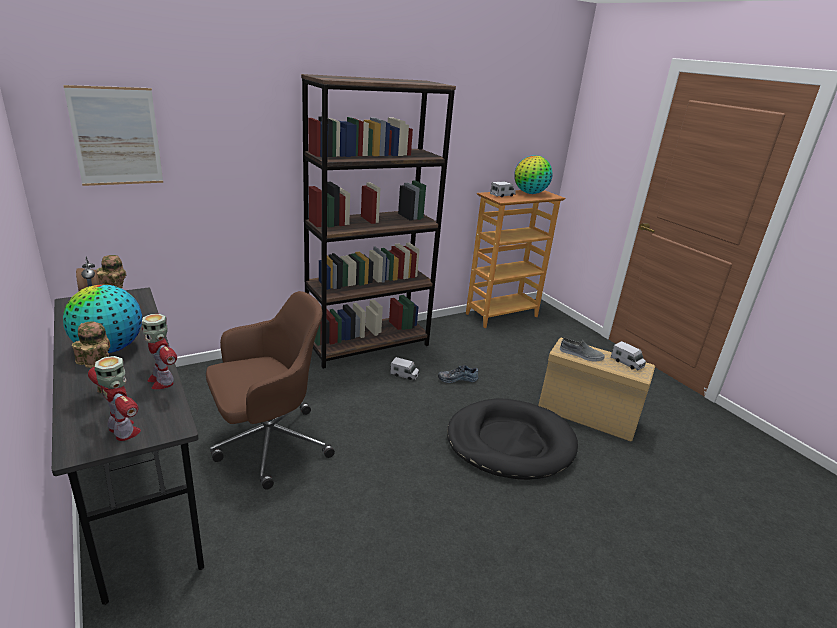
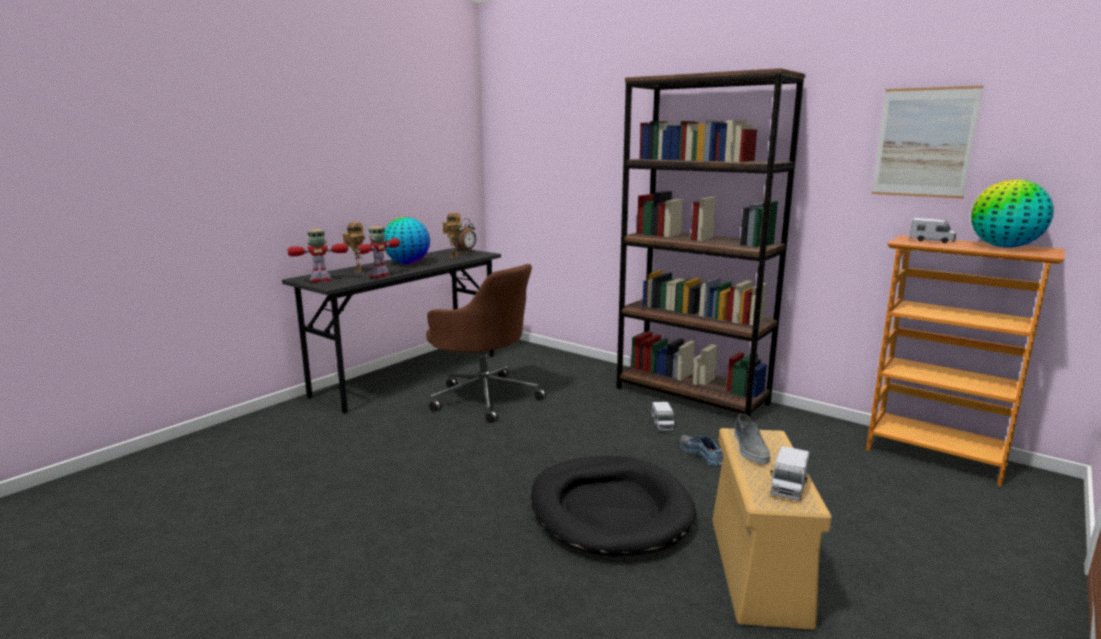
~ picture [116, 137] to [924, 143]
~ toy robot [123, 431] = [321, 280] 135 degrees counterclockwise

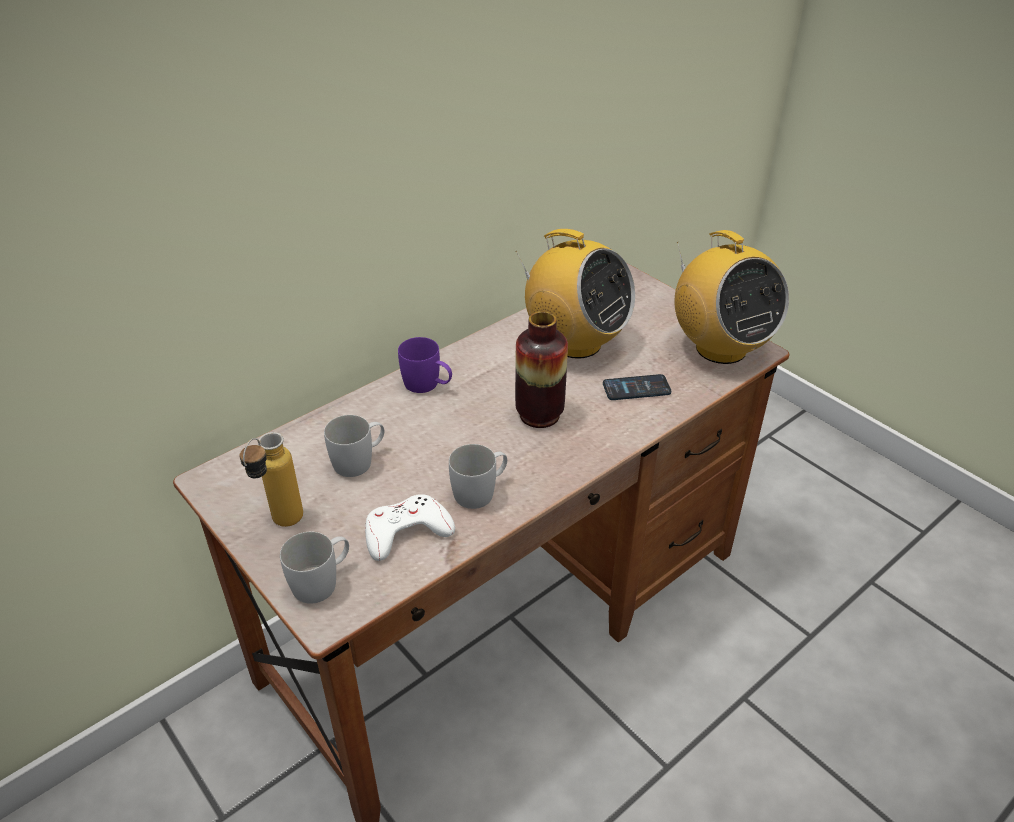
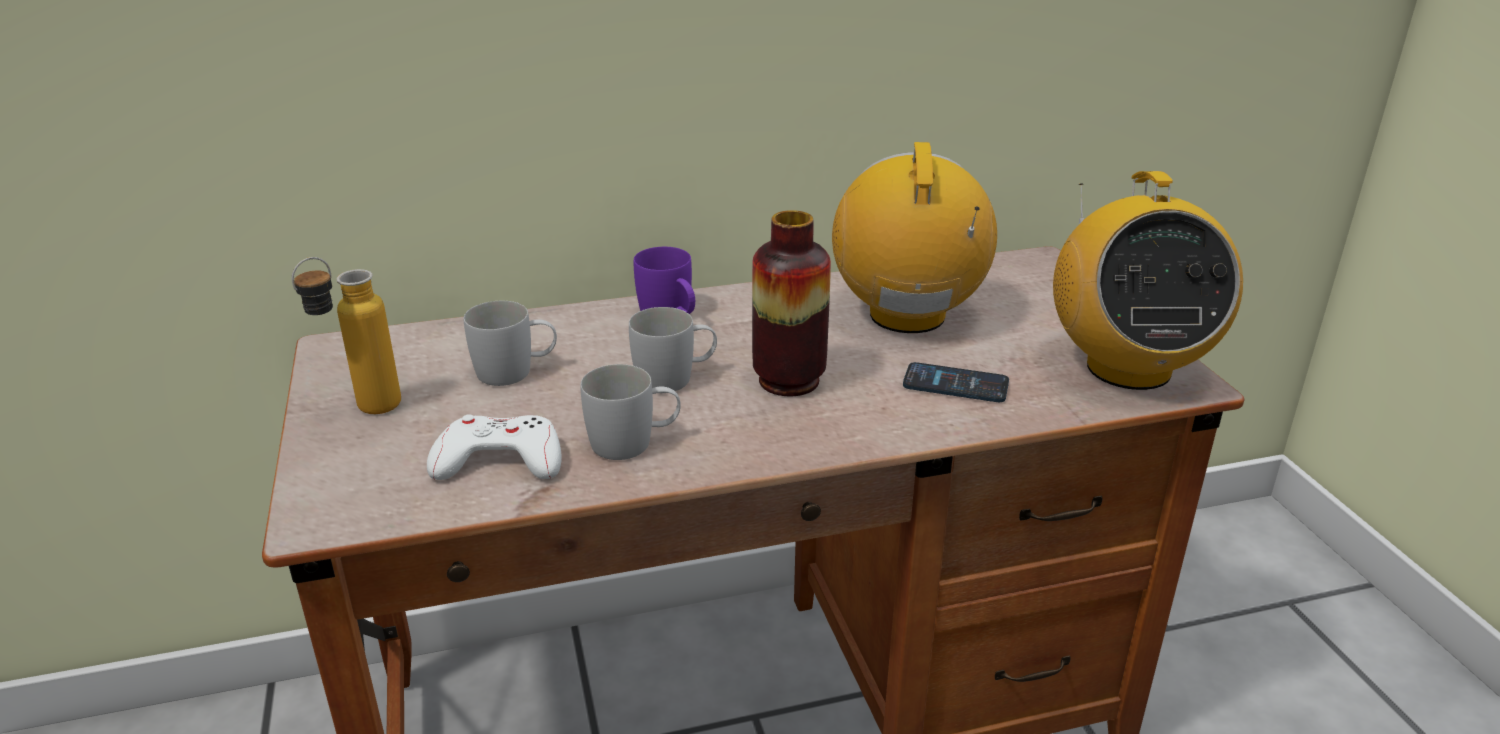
~ radio [575, 343] = [908, 316] 150 degrees counterclockwise
~ white mug [322, 581] to [675, 378]

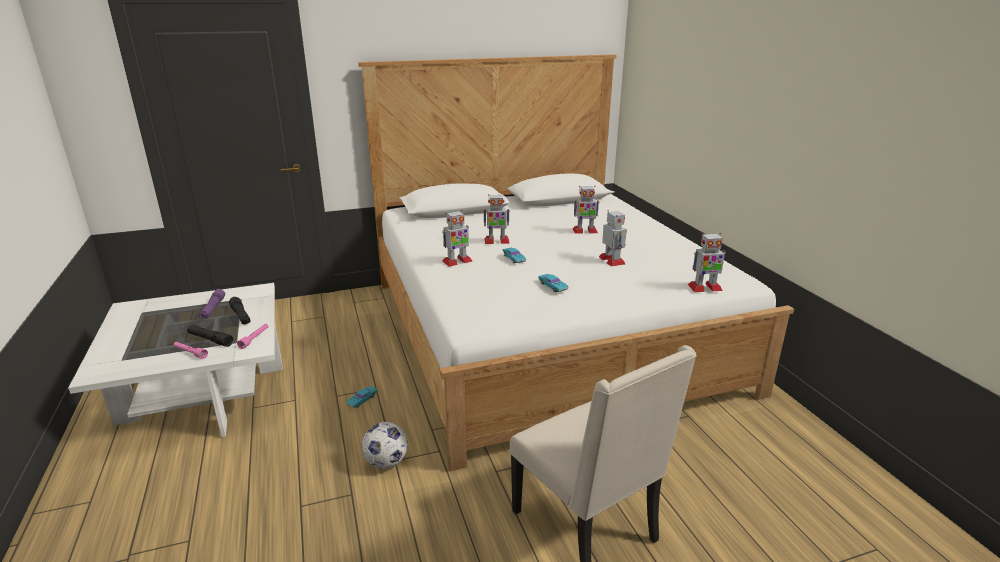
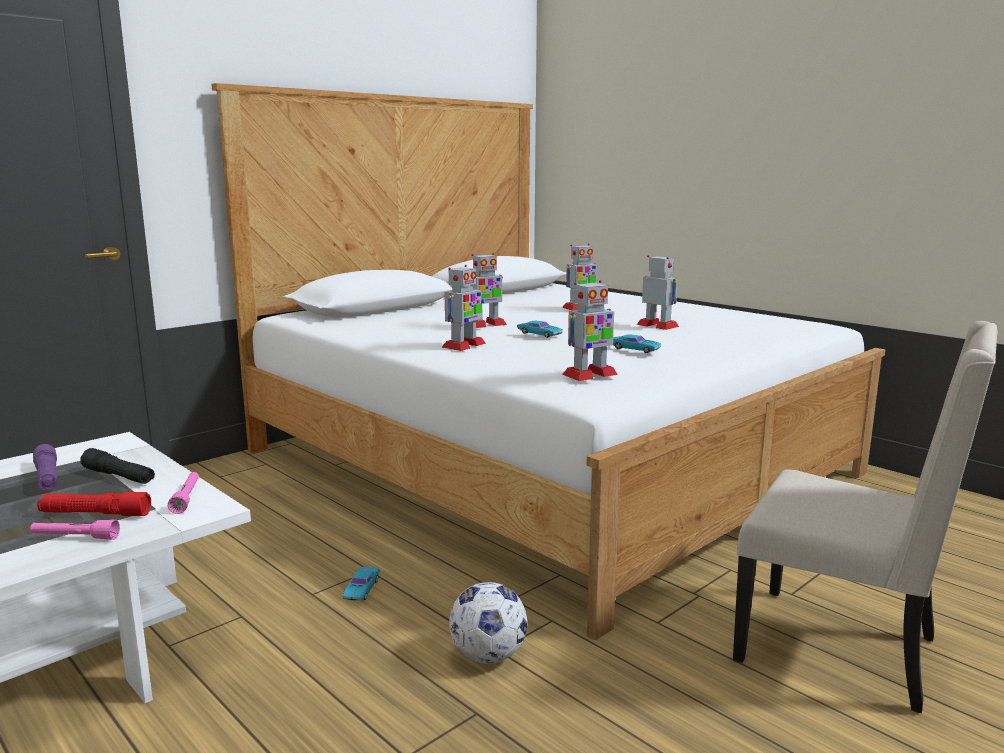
~ toy robot [704, 288] to [589, 375]
~ black flashlight [210, 340] to red flashlight [95, 514]

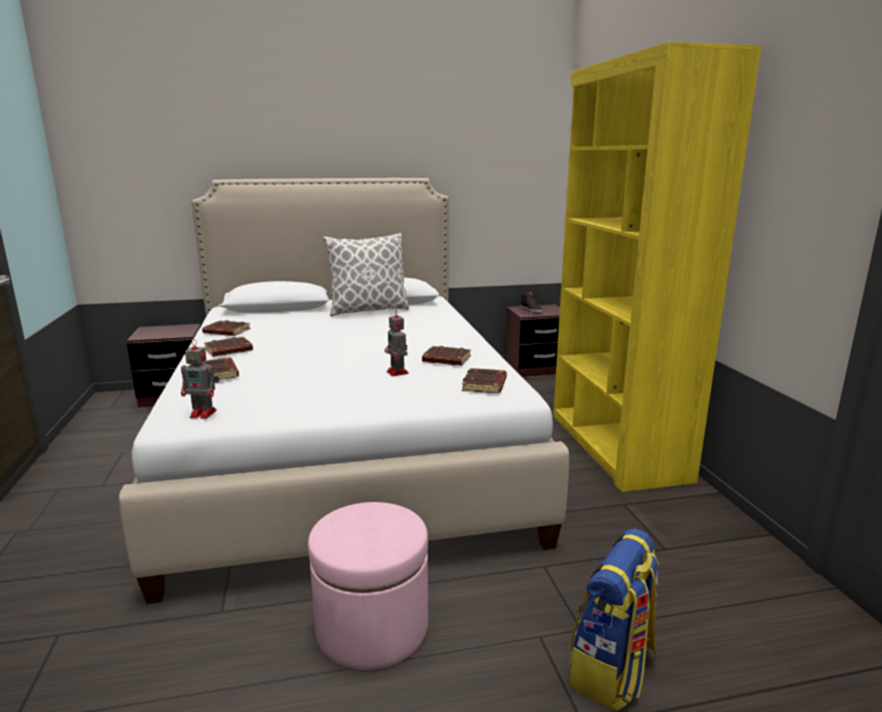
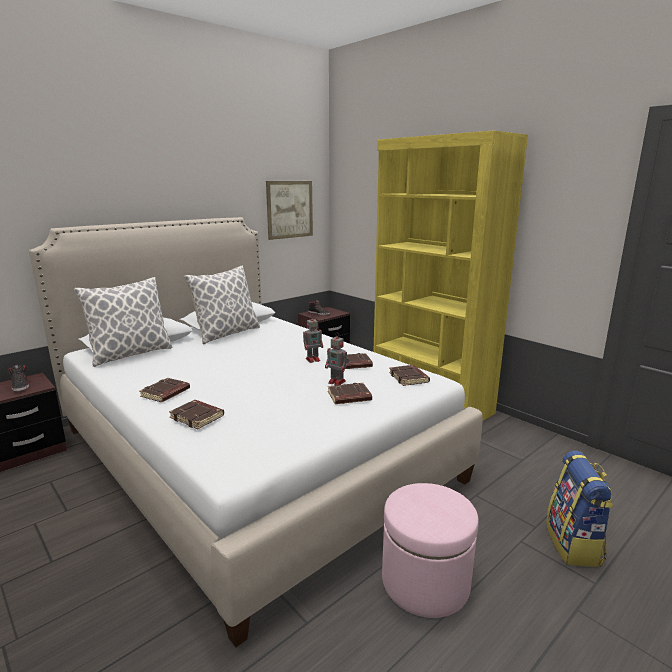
~ brown book [226, 332] to [349, 397]
~ toy robot [204, 414] to [313, 359]
+ picture [289, 209]
+ pillow [130, 354]
+ black shoe [21, 385]

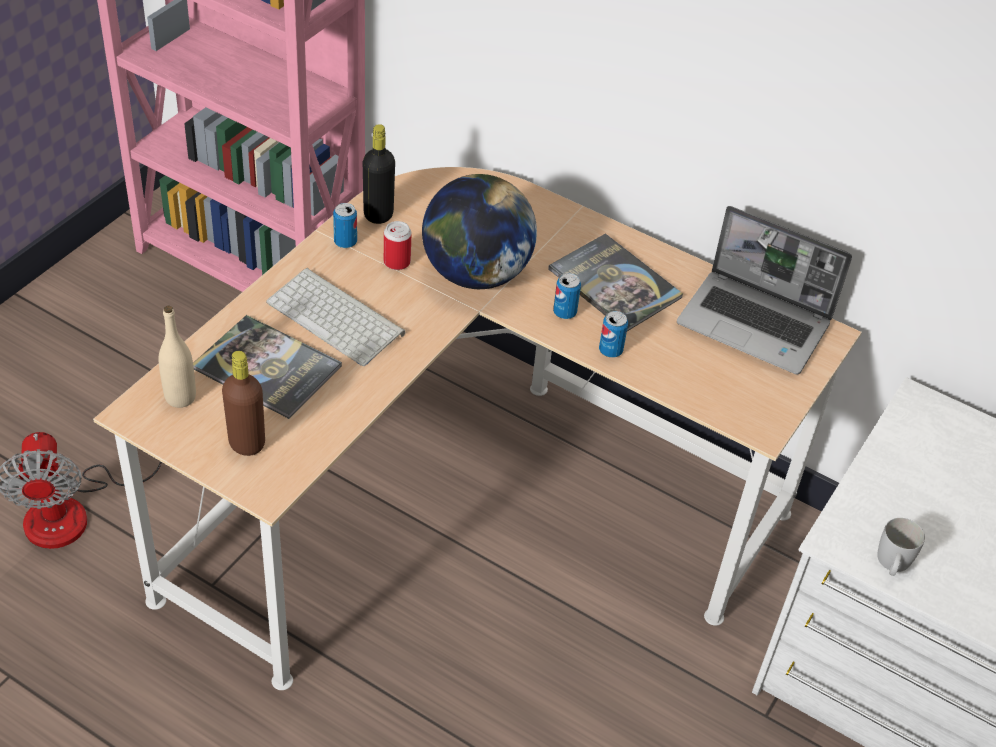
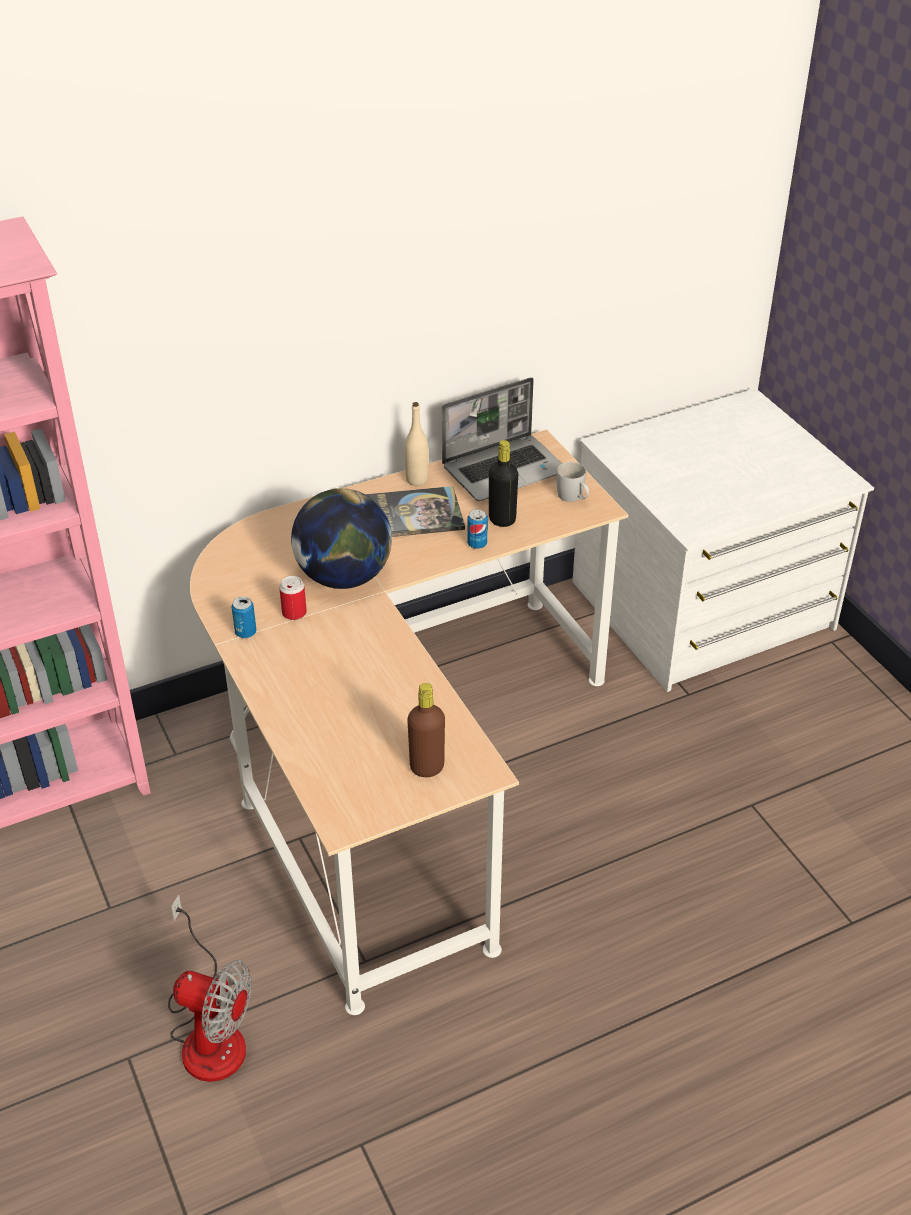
~ black bottle [378, 215] to [502, 519]
- keyboard [338, 317]
- can [564, 312]
~ beige bottle [180, 397] to [417, 480]
- book [267, 368]
~ white mug [892, 564] to [573, 497]

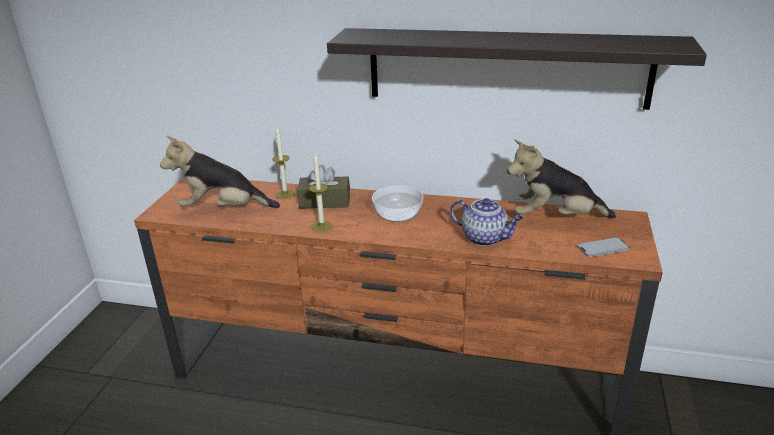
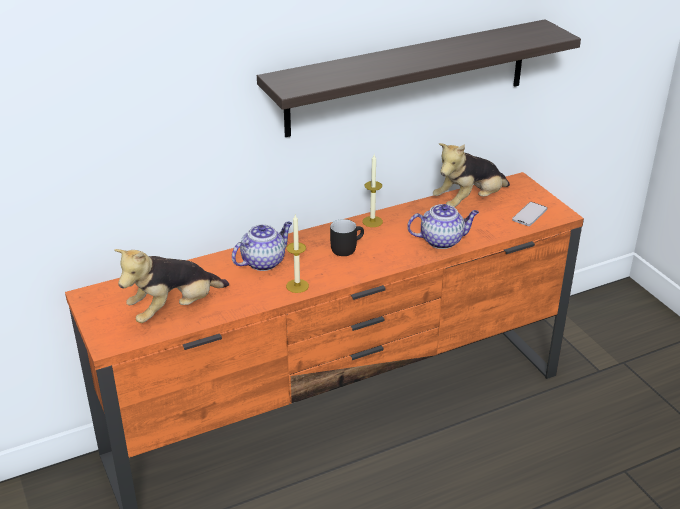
~ candle [285, 194] to [372, 221]
~ brown tissue box [325, 201] to teapot [264, 261]
~ bowl [397, 214] to black mug [346, 248]

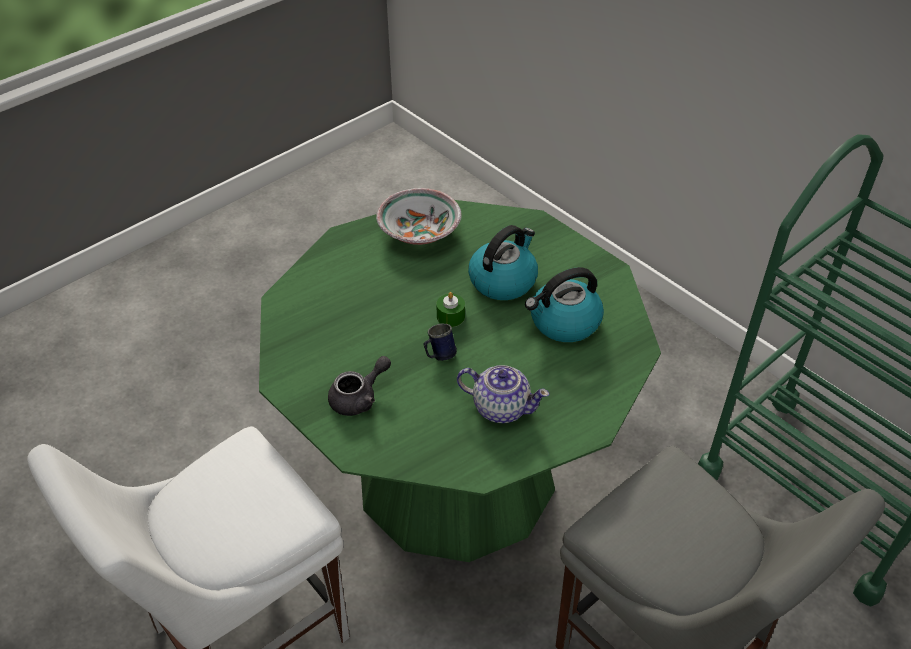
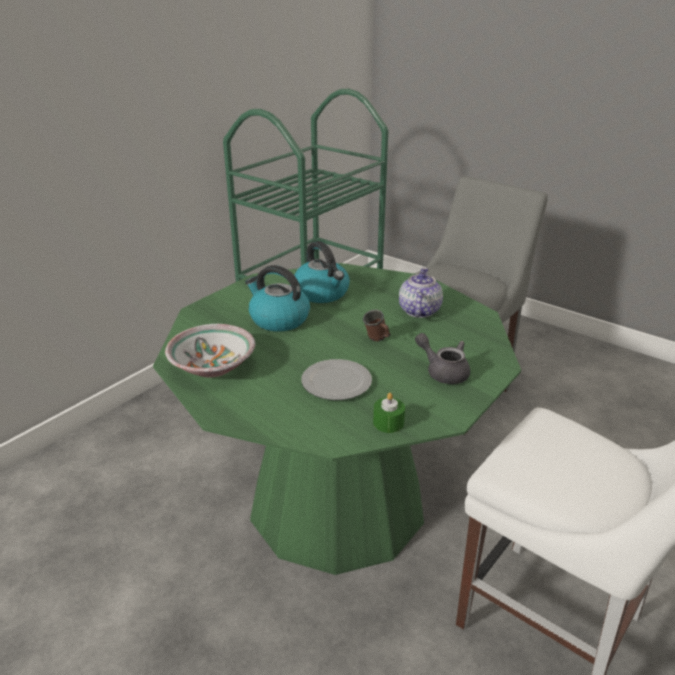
~ green candle [450, 316] to [388, 423]
~ blue mug [439, 355] to brown mug [377, 340]
+ plate [335, 382]

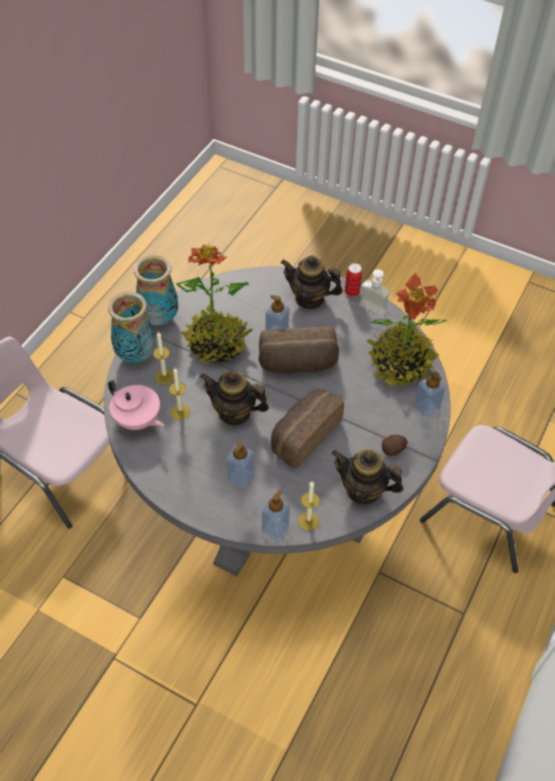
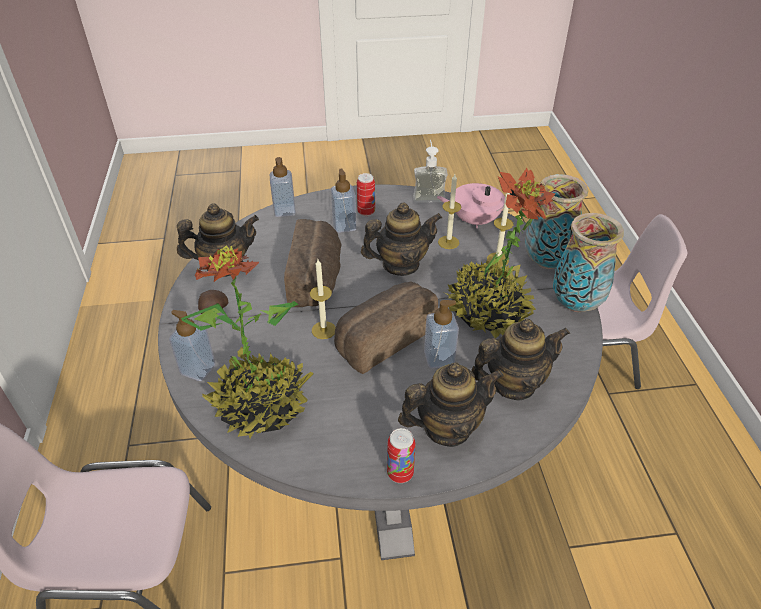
~ soap dispenser [370, 311] to [428, 195]
~ candle [308, 521] to [323, 330]
+ can [366, 212]
+ teapot [513, 383]

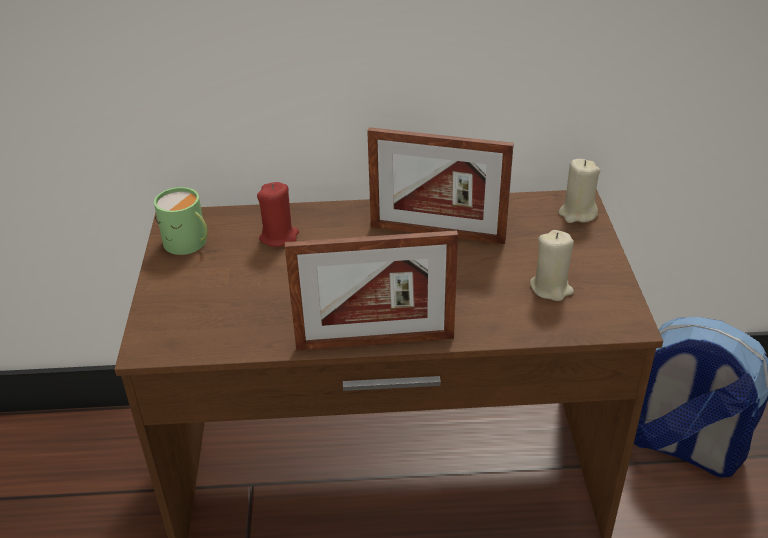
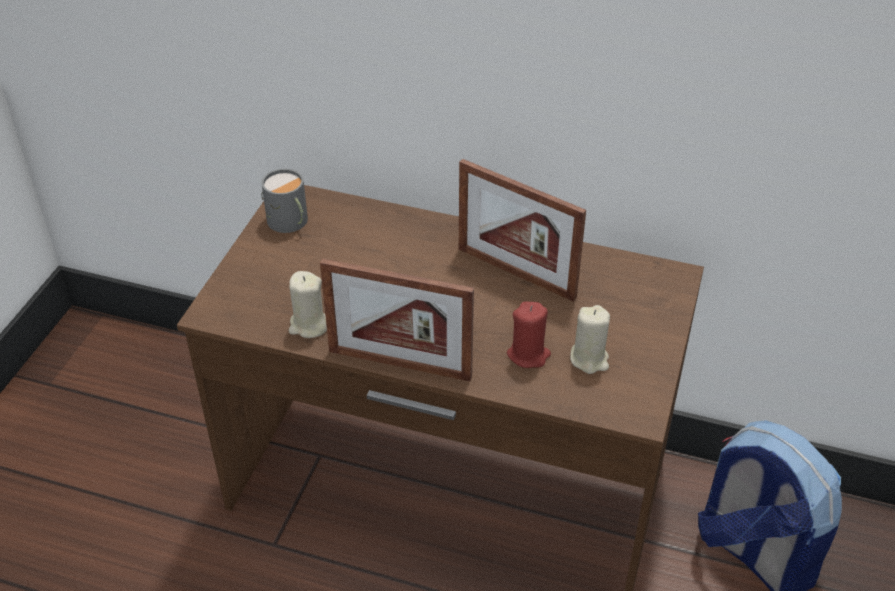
~ beige candle [577, 213] to [308, 325]
~ red candle [279, 237] to [528, 355]
~ green mug [188, 243] to grey mug [289, 222]

